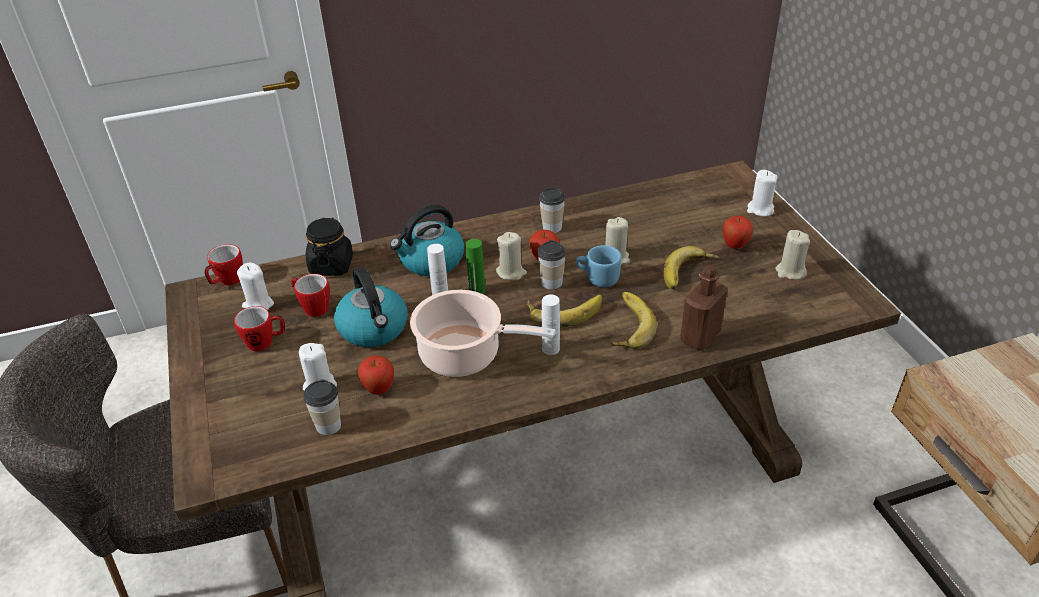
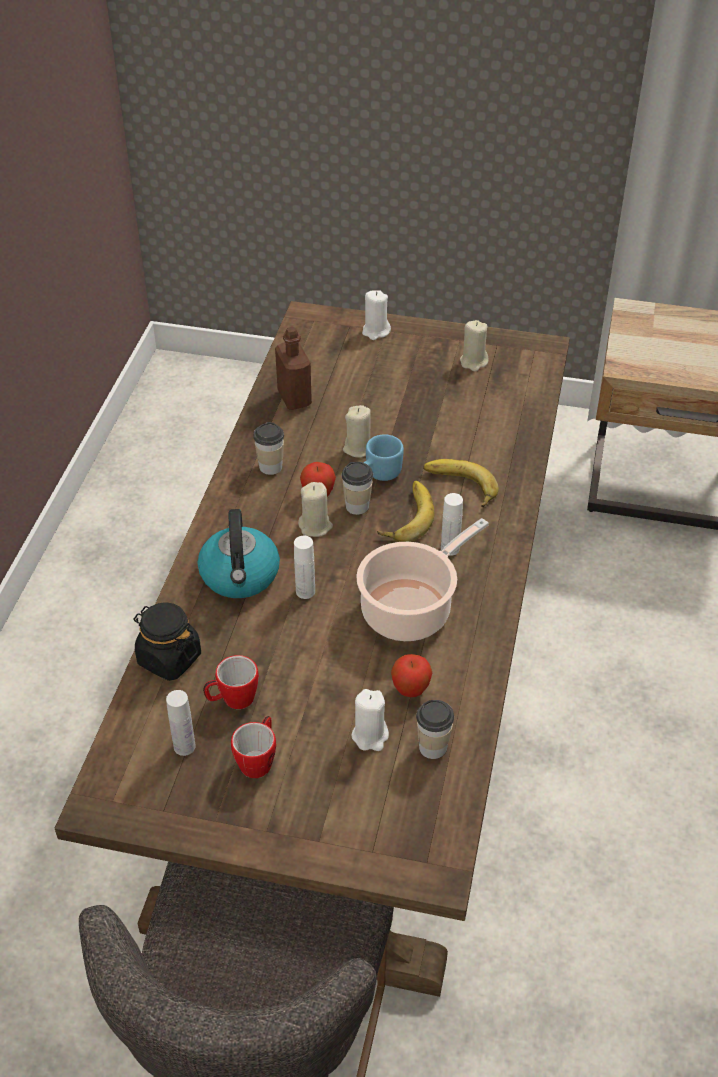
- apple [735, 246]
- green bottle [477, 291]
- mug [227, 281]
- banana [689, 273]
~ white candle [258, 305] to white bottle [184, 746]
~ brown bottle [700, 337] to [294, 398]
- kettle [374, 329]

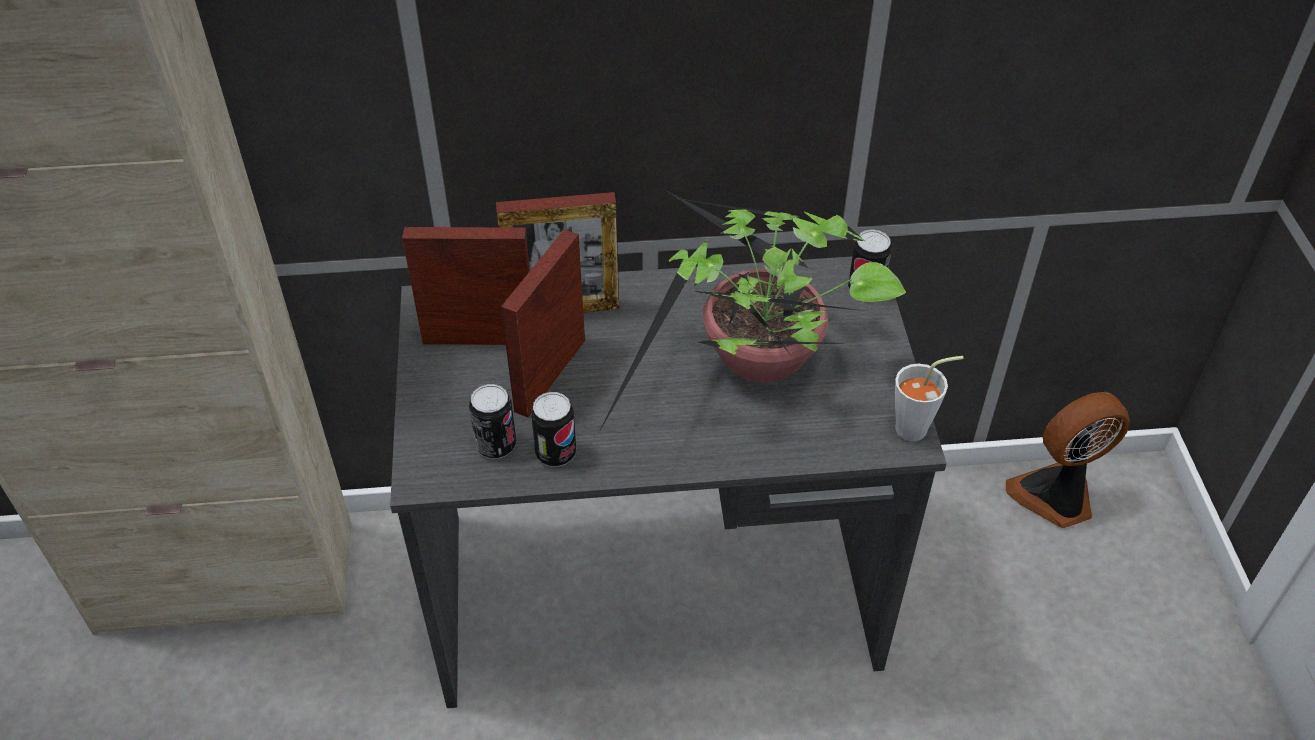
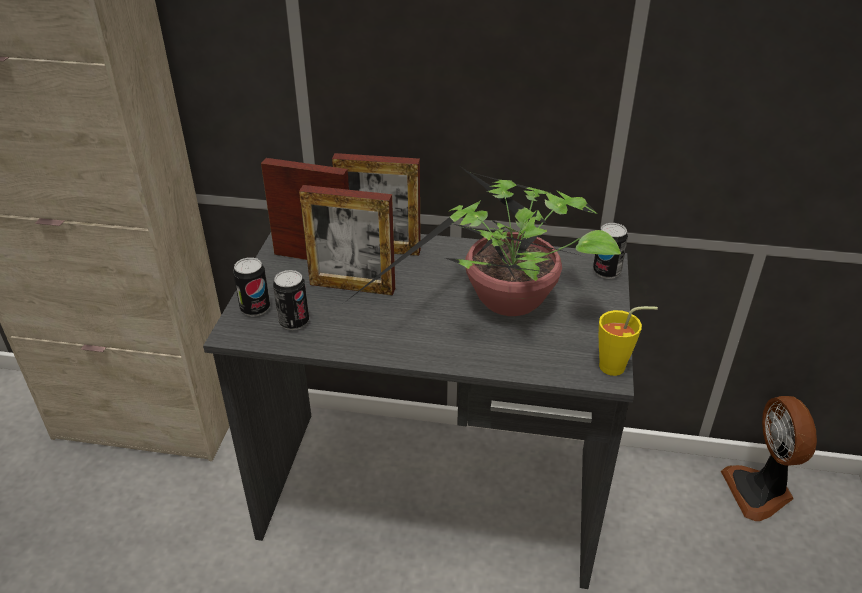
~ picture frame [550, 375] = [352, 286] 120 degrees counterclockwise
~ grey cup [918, 428] to yellow cup [618, 367]
~ can [556, 453] to [255, 308]
~ fan [1056, 497] = [759, 491] 90 degrees counterclockwise

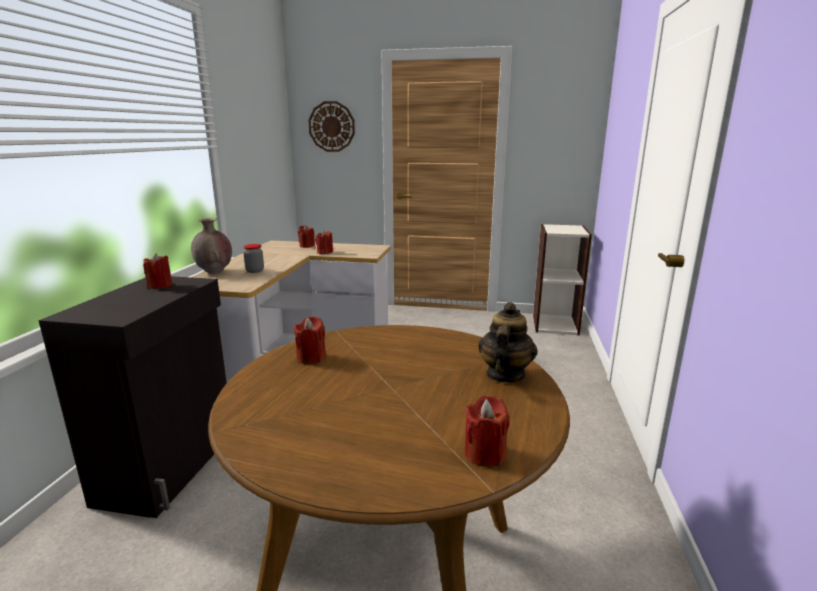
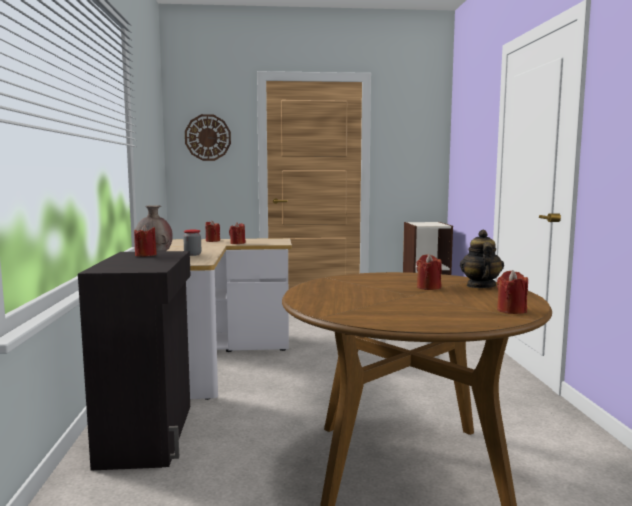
~ red candle [311, 357] to [428, 287]

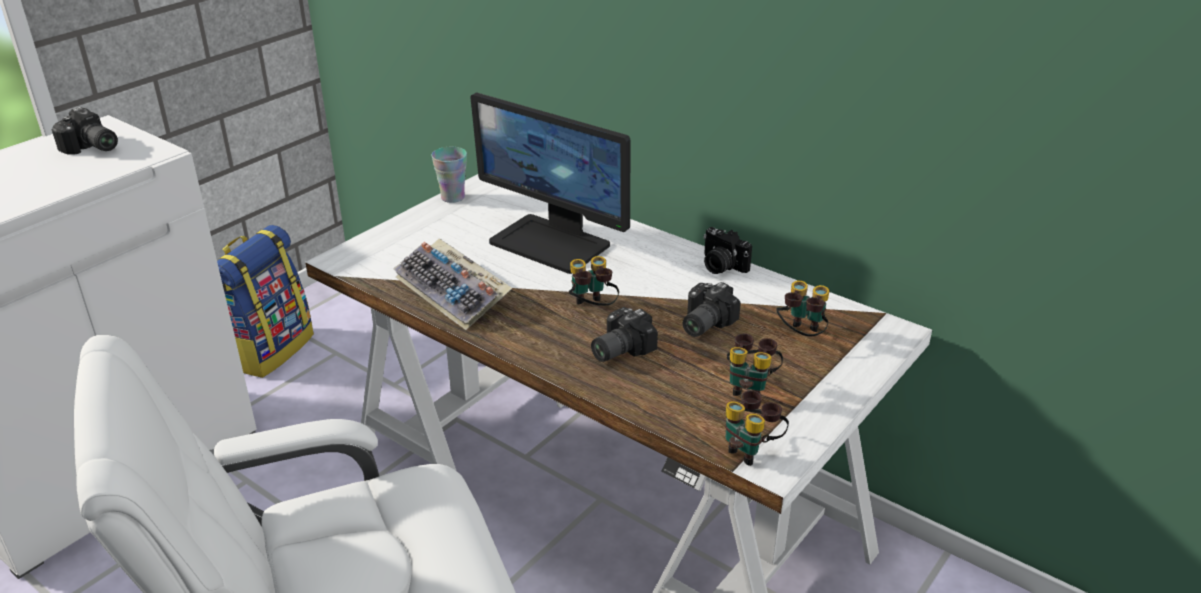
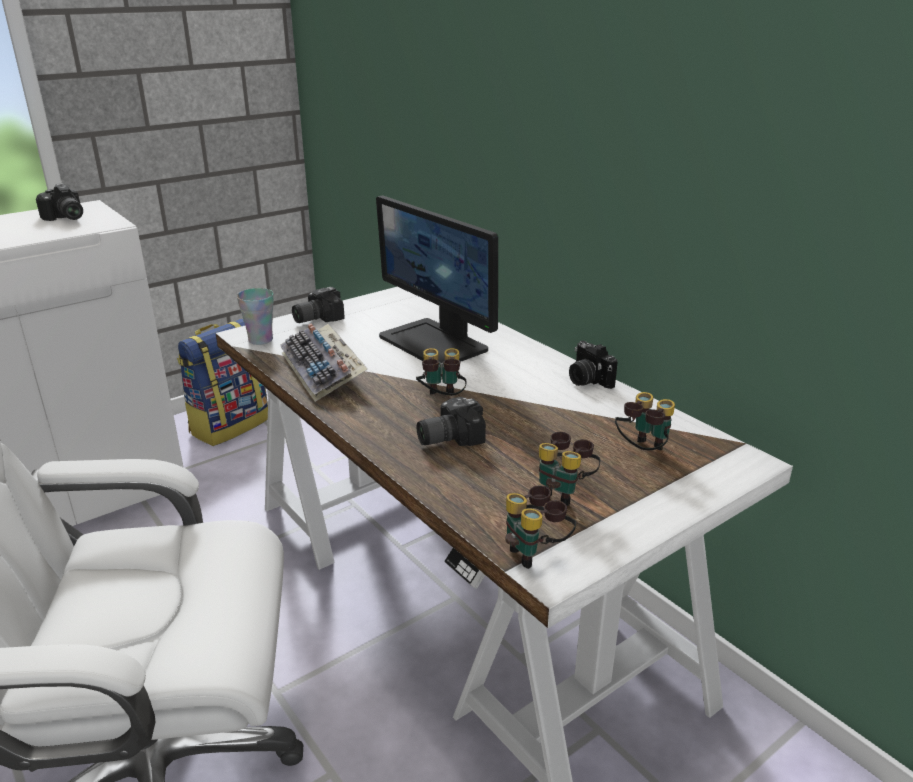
~ cup [453, 197] to [260, 340]
~ photo camera [702, 323] to [315, 318]

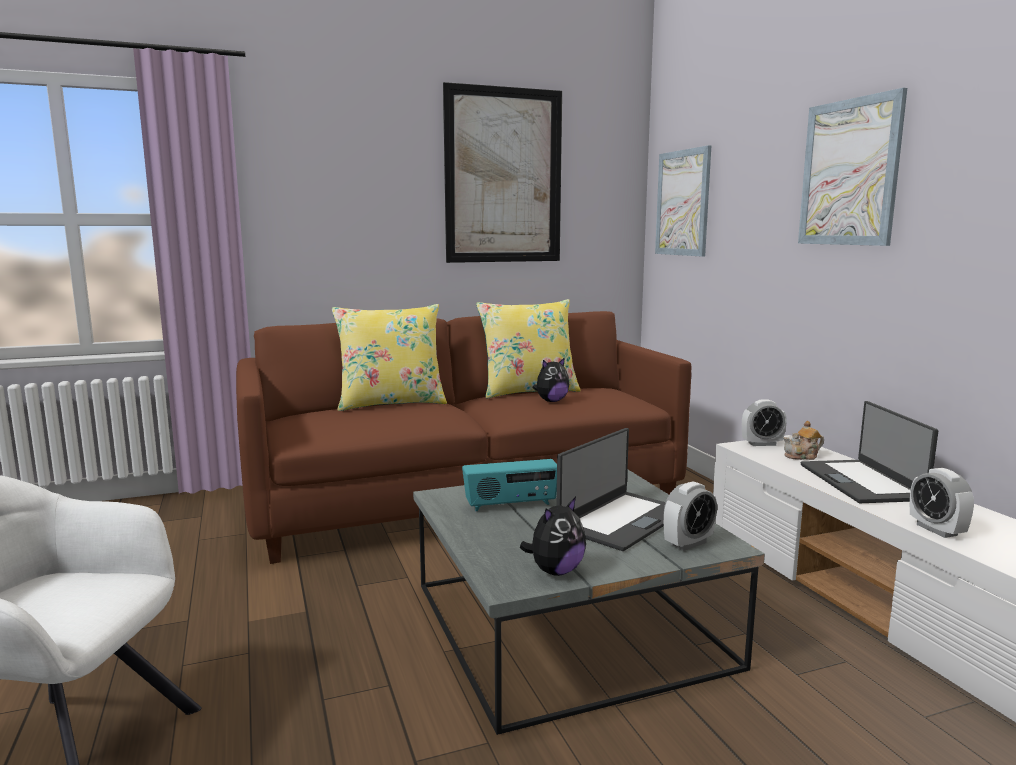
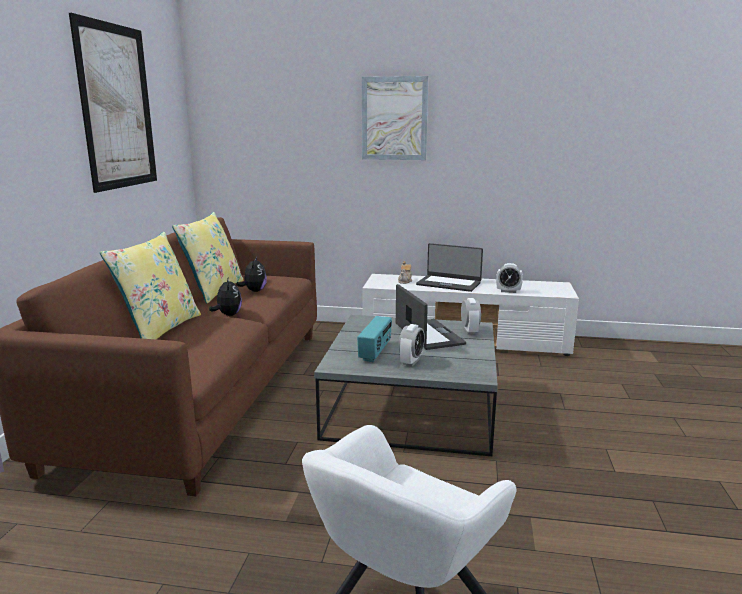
- picture [682, 203]
~ alarm clock [762, 444] to [411, 361]
~ plush toy [555, 571] to [228, 315]

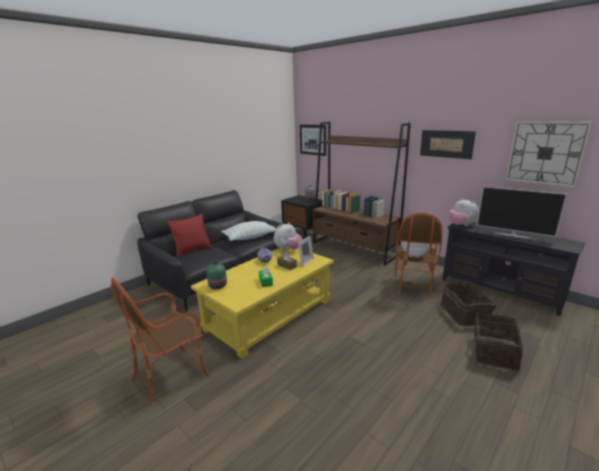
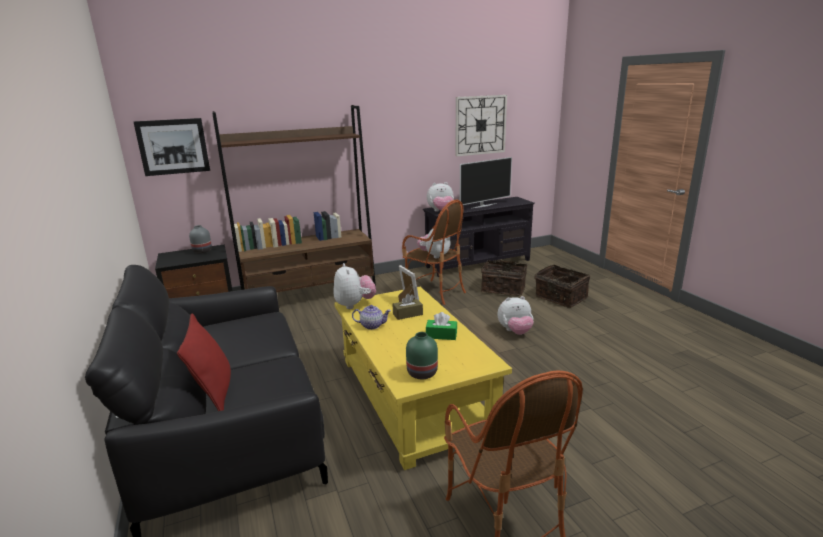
- picture [446, 144]
- pillow [250, 237]
+ plush toy [515, 332]

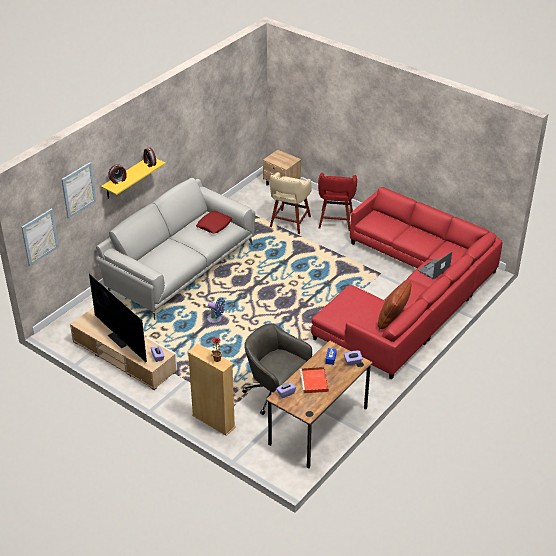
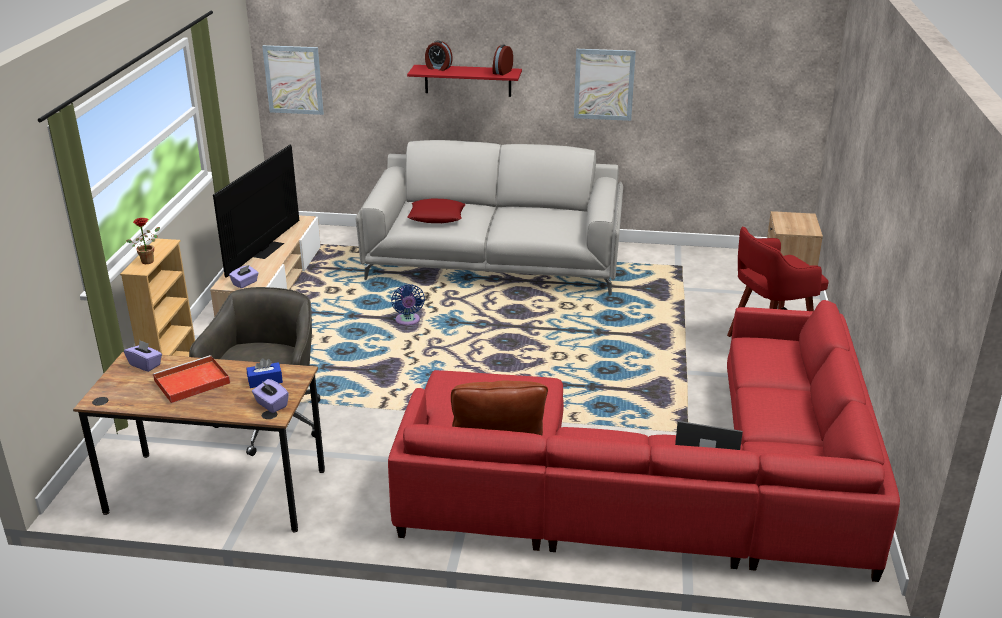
~ yellow shelf [126, 178] to red shelf [468, 80]
~ picture [78, 190] to [604, 84]
- beige stool [289, 222]
~ red pillow [214, 225] to [436, 216]

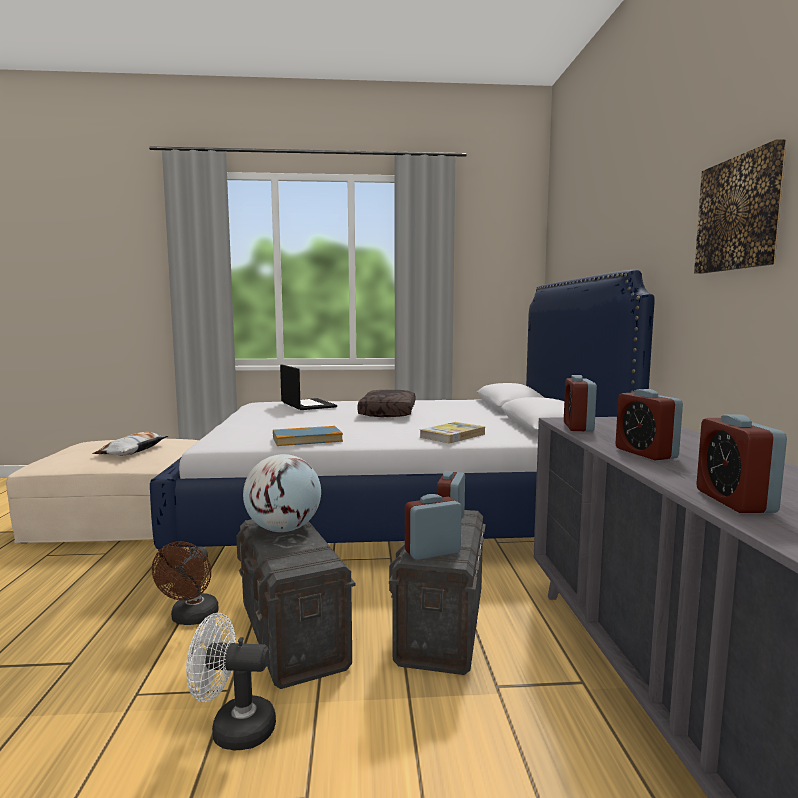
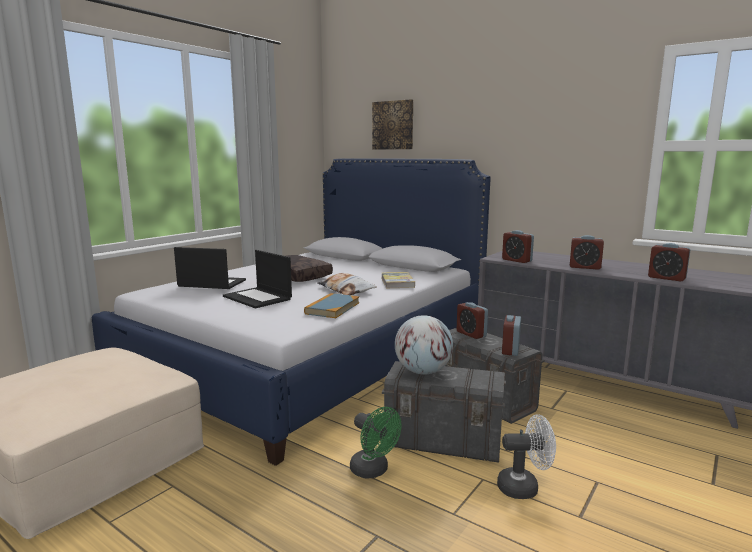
~ picture [740, 214] to [393, 125]
~ pillow [132, 450] to [346, 290]
~ brown fan [191, 619] to green fan [373, 471]
~ white fan [233, 729] = [524, 487] 135 degrees counterclockwise
+ laptop [258, 298]

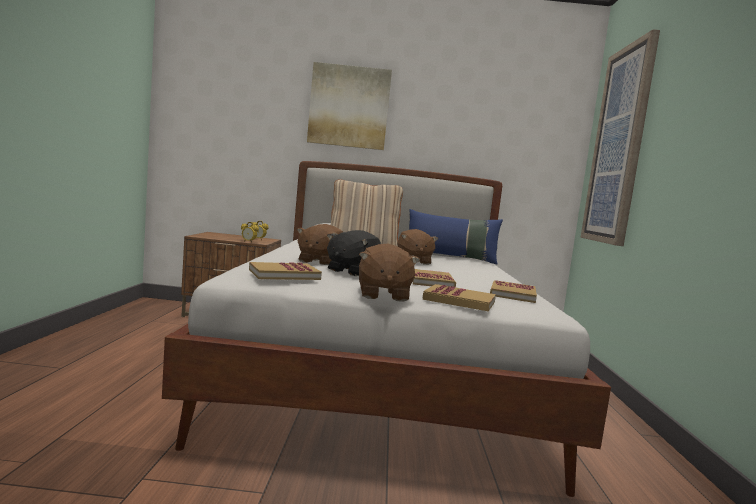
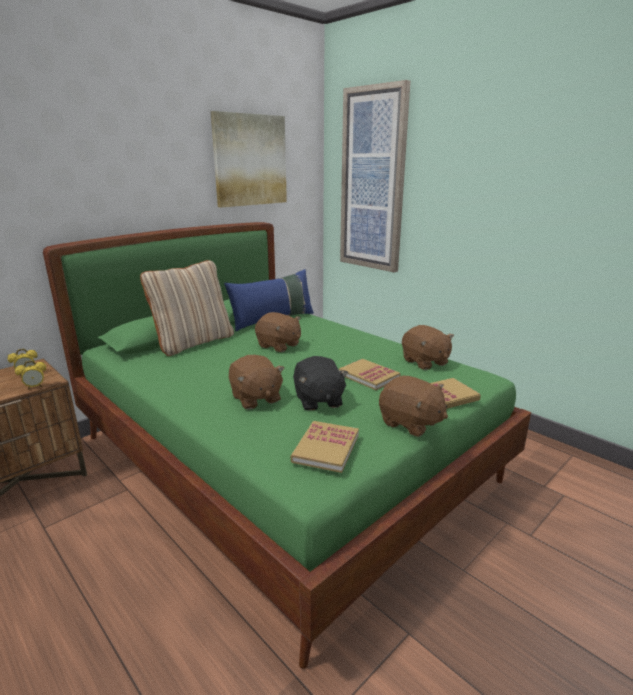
~ picture [349, 107] to [250, 160]
~ white bed [381, 374] to green bed [283, 460]
~ book [512, 294] to brown plush toy [425, 362]

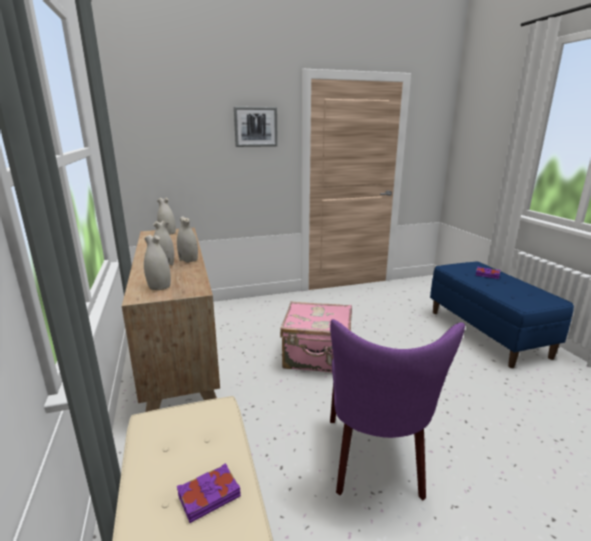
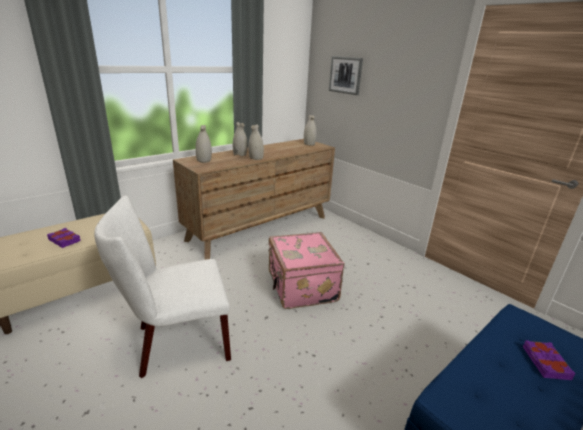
~ picture [255, 127] to [345, 75]
~ purple chair [375, 461] to white chair [176, 343]

